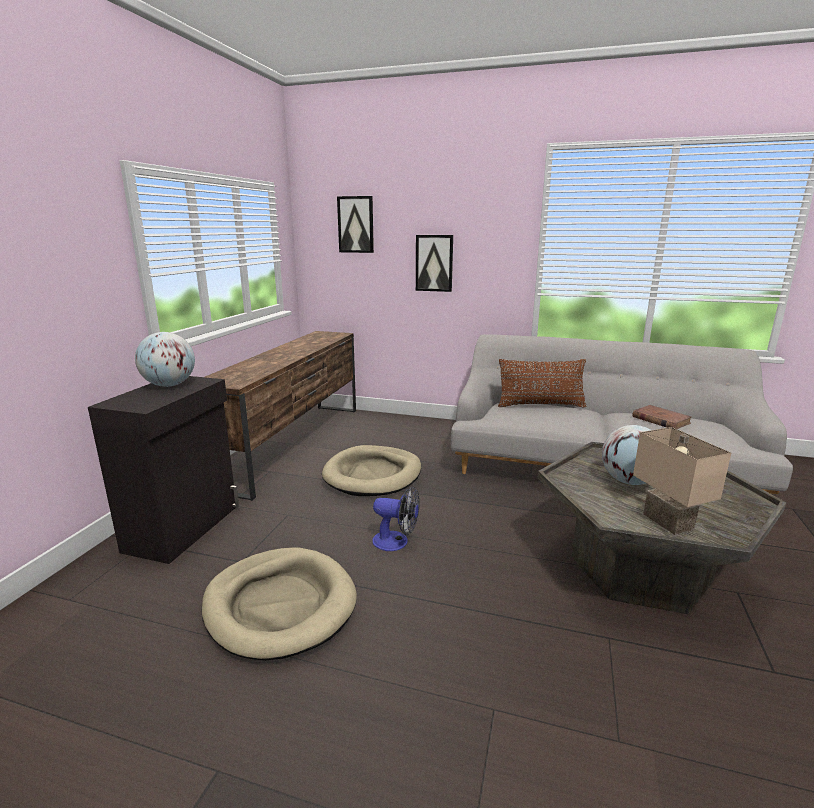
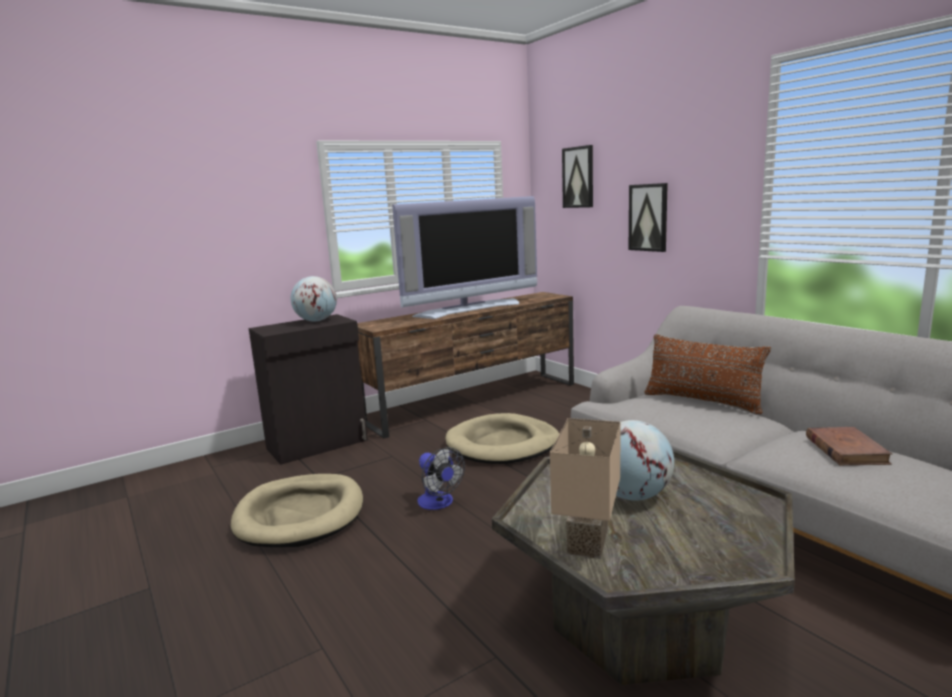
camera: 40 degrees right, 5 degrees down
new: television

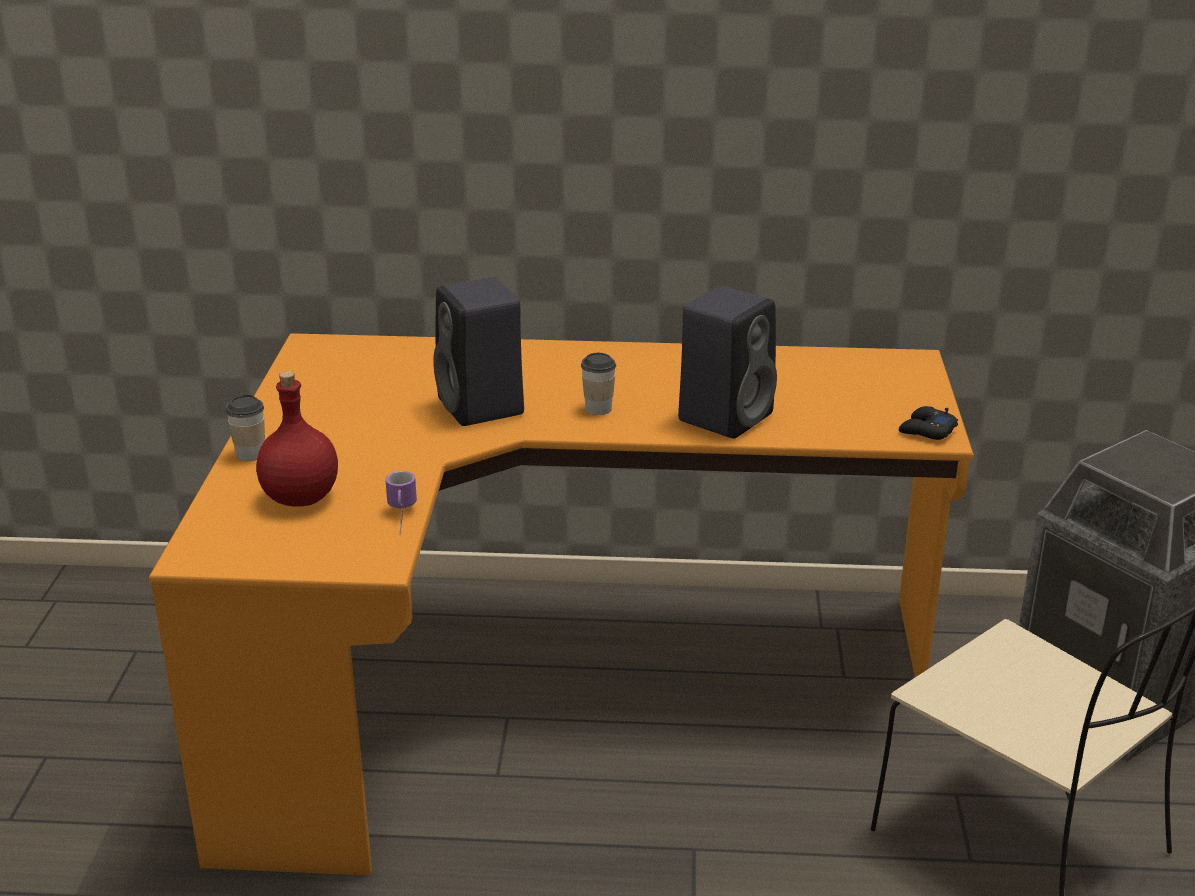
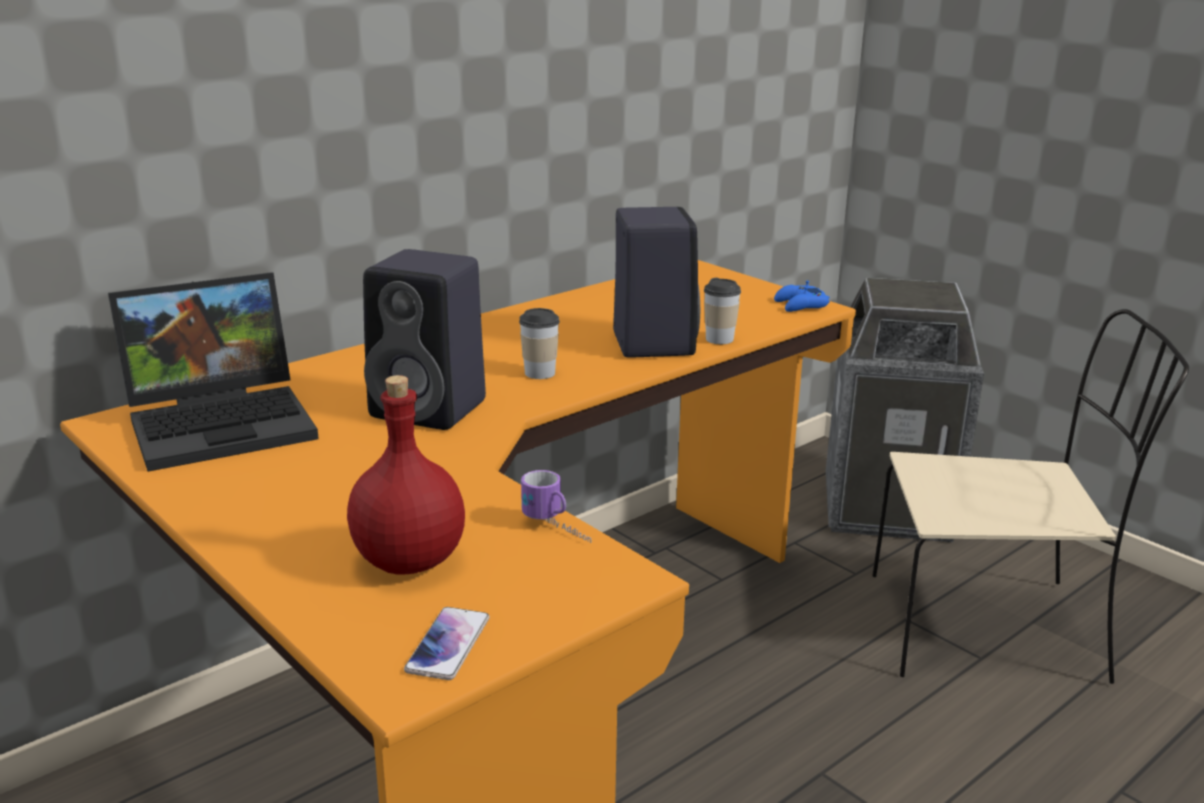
camera: 45 degrees left, 5 degrees down
new: laptop; phone
shifted: cup (no. 1 from left in the first image) to cup (no. 2 from left)
repainted: game controller/black to game controller/blue

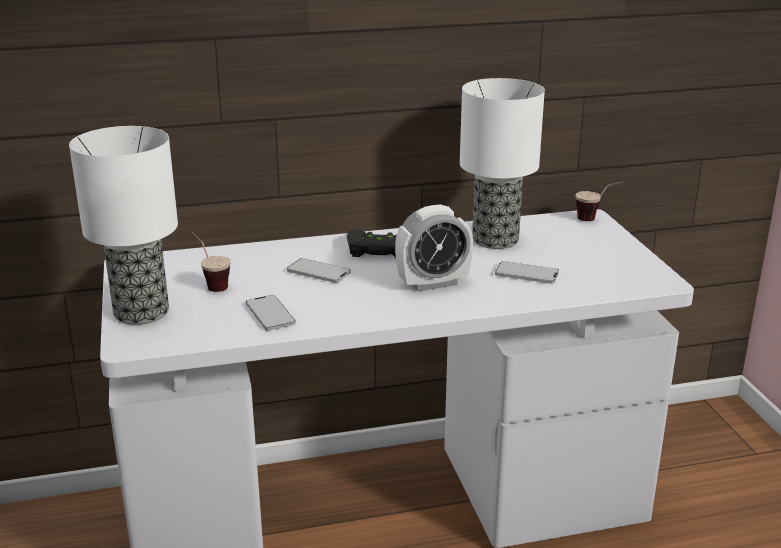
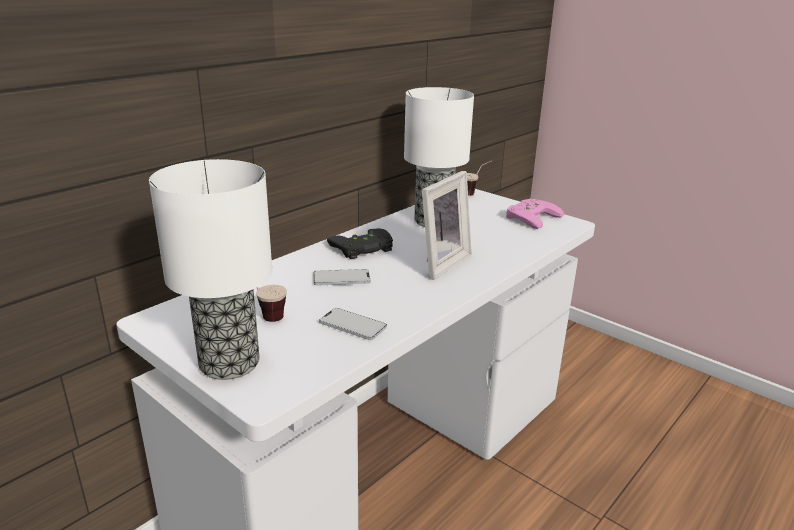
camera: 35 degrees left, 0 degrees up
gone: phone (no. 3 from left)
new: game controller/pink
swapped: alarm clock to picture frame

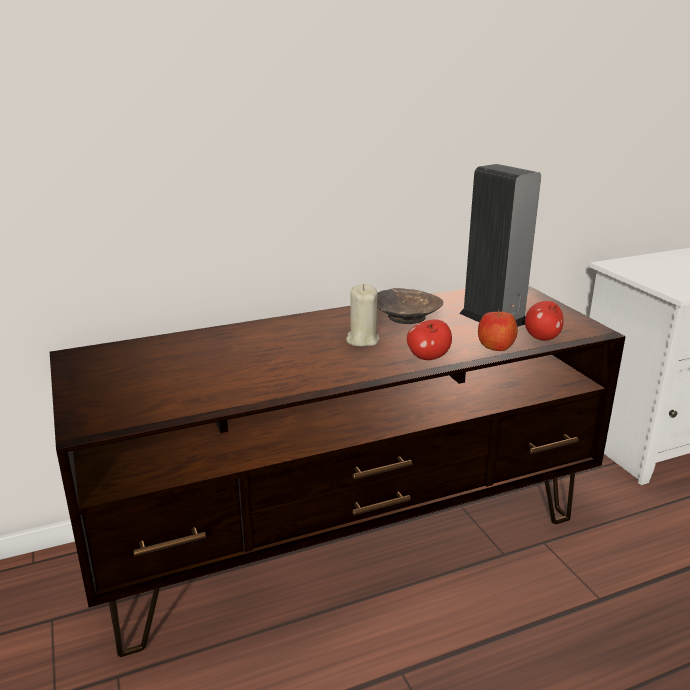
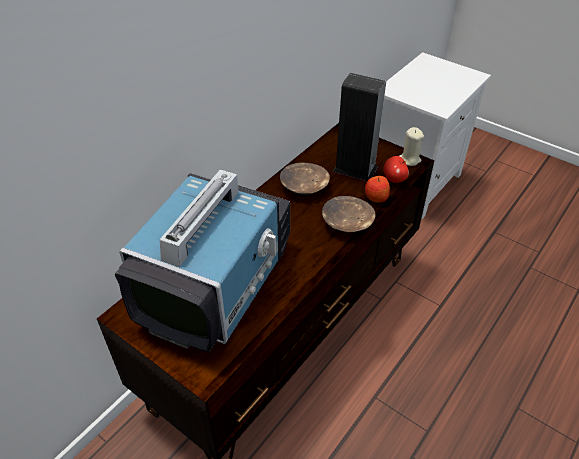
camera: 30 degrees left, 20 degrees up
new: television
shifted: candle/beige
swapped: apple (no. 1 from left) to bowl/brown (no. 2 from left)

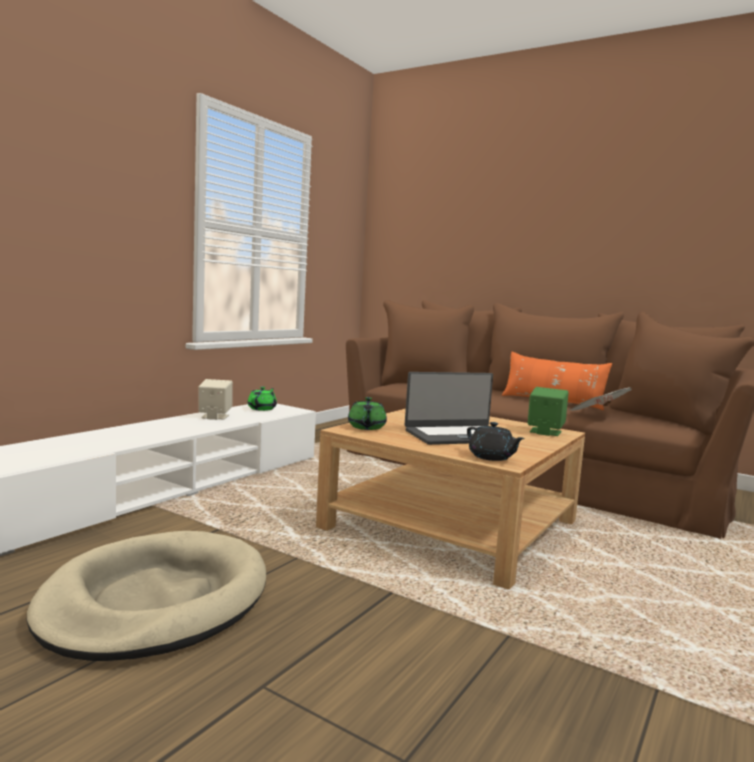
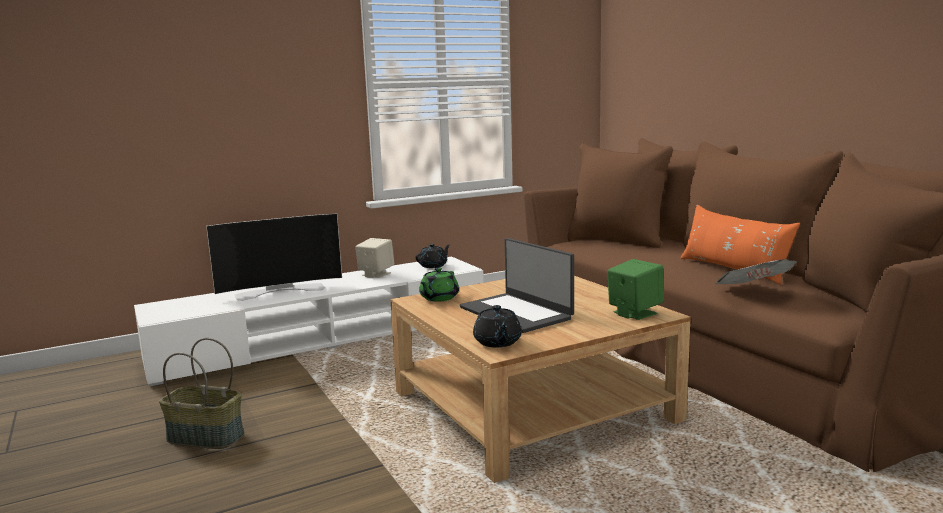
camera: 30 degrees right, 5 degrees up
new: television
swapped: dog bed/beige to basket
repainted: teapot/green (no. 1 from left) to teapot/black (no. 1 from left)
rotated: laptop 45 degrees clockwise

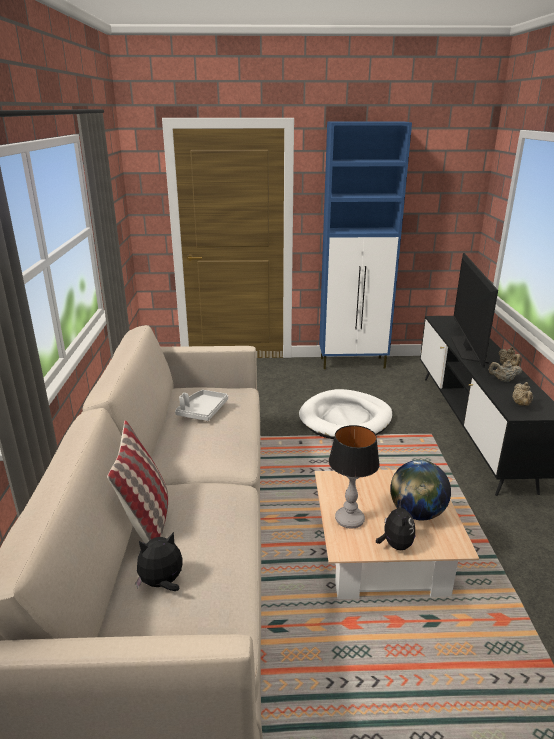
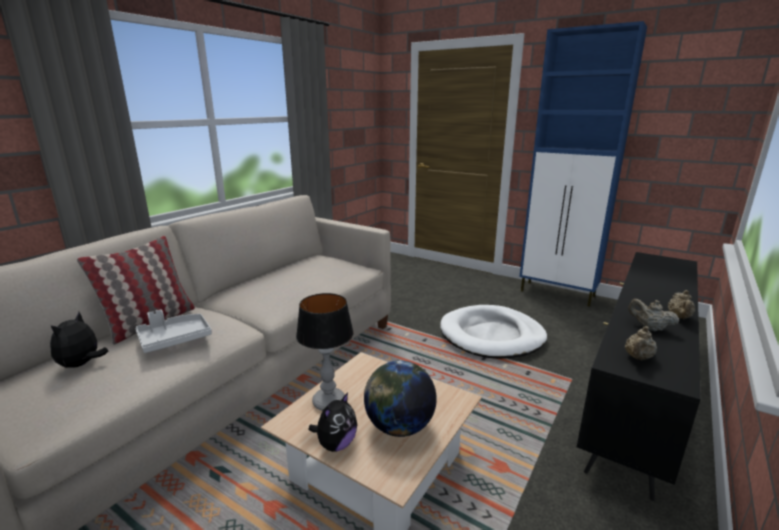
camera: 35 degrees right, 5 degrees down
gone: television
shifted: tray/grey
rotated: plush toy (no. 1 from left) 90 degrees counterclockwise

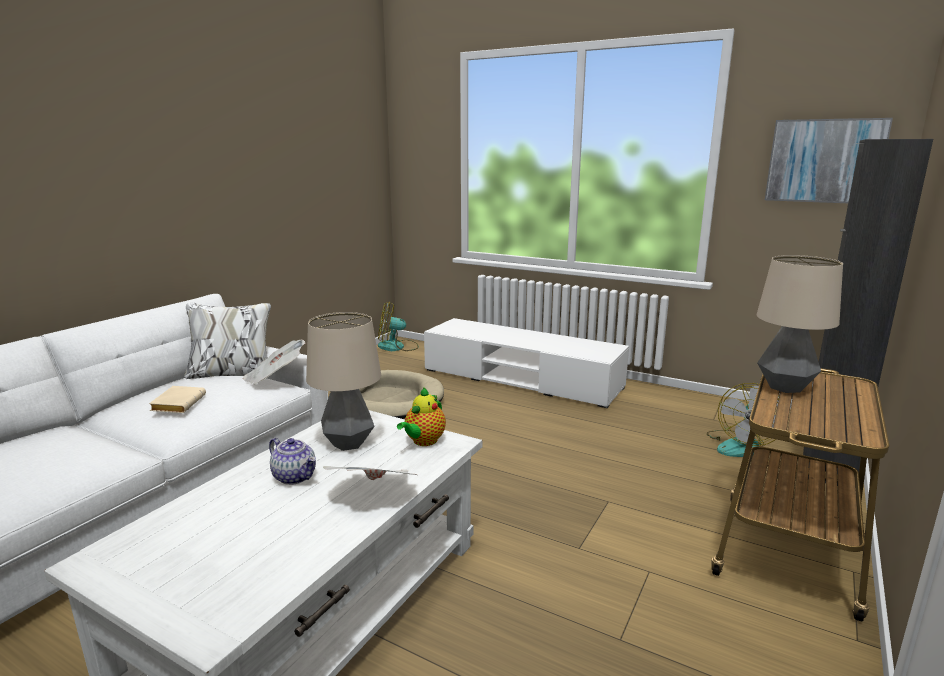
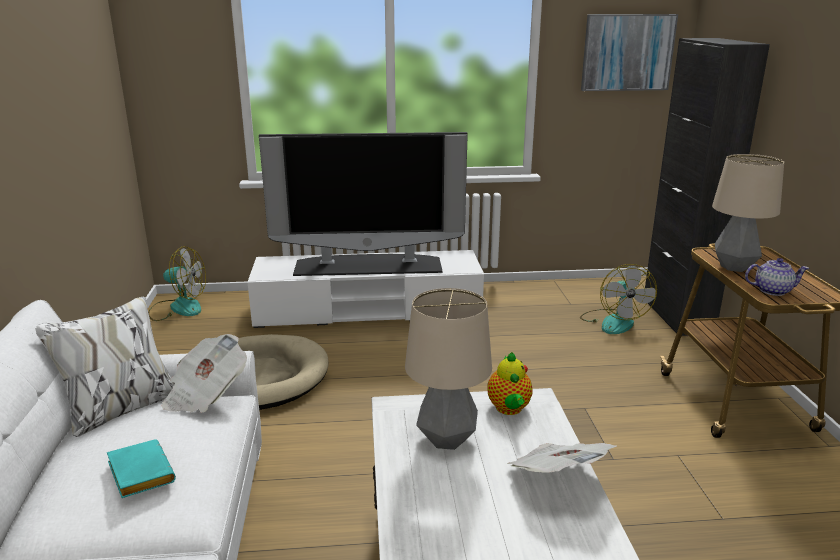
camera: 35 degrees left, 5 degrees up
new: television
shifted: teapot (no. 1 from left in the first image) to teapot (no. 2 from left)
repainted: book/beige to book/turquoise
rotated: fan (no. 1 from left) 135 degrees counterclockwise

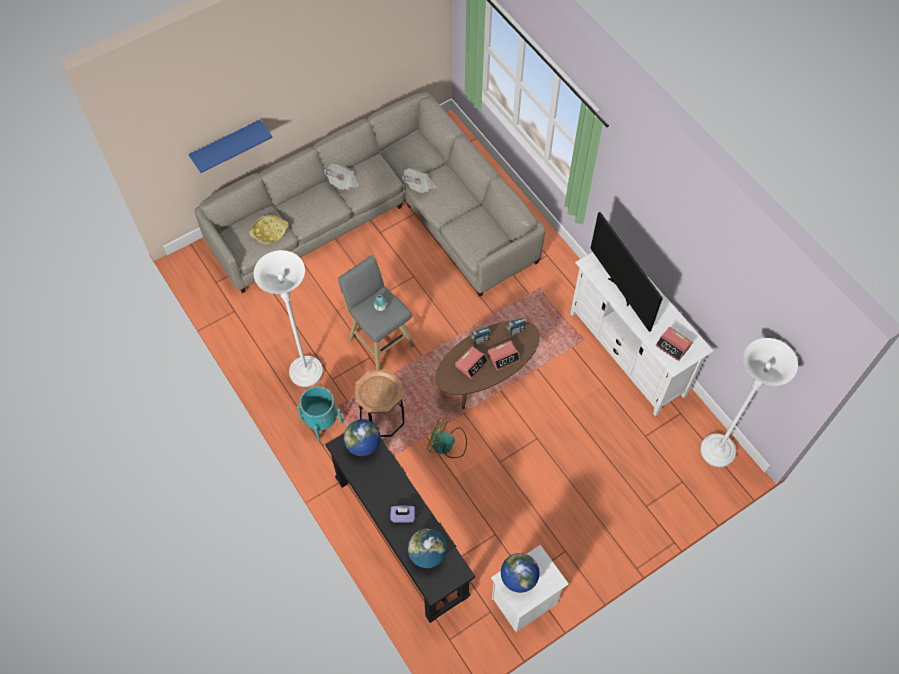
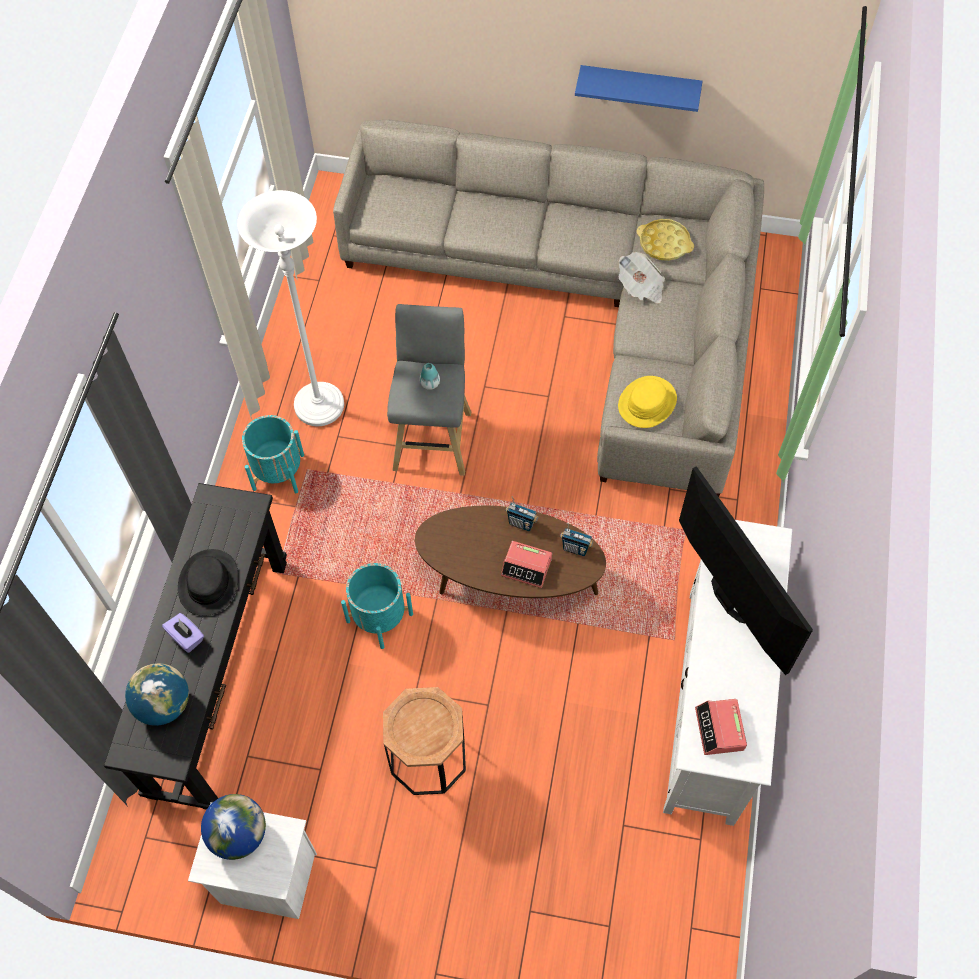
camera: 45 degrees right, 0 degrees up
gone: newspaper (no. 1 from left); globe (no. 1 from left); alarm clock (no. 1 from left); floor lamp/white (no. 2 from left)
new: hat/black; hat/yellow
shifted: side table/brown; shelf/blue; tray/yellow
swapped: fan to planter/turquoise (no. 2 from left)
rotated: television 135 degrees clockwise

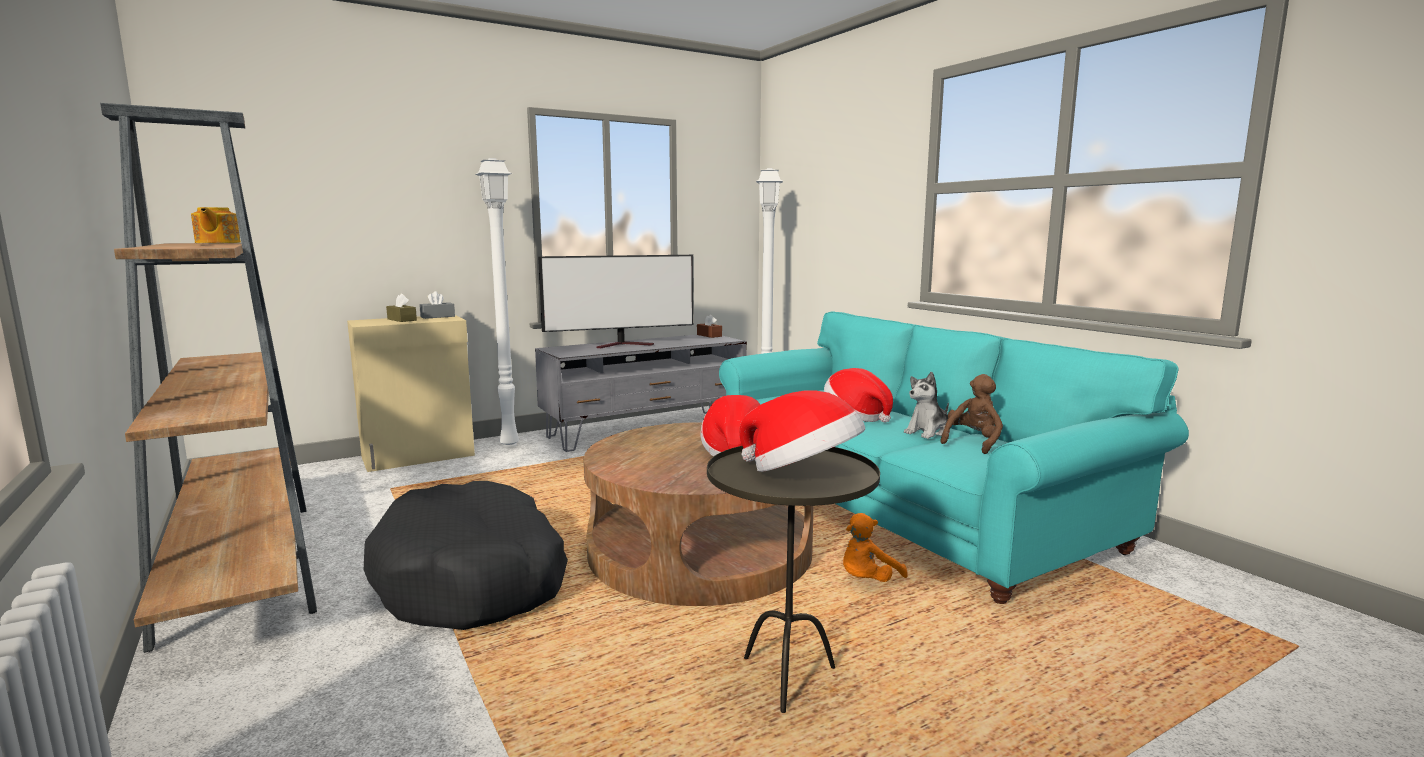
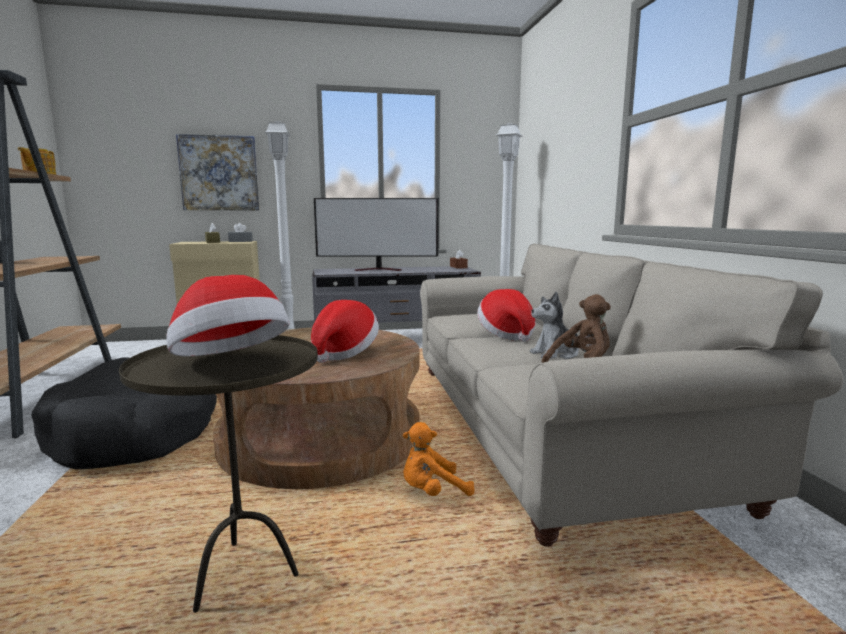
camera: 20 degrees right, 0 degrees up
new: picture
repainted: sofa/turquoise to sofa/beige

